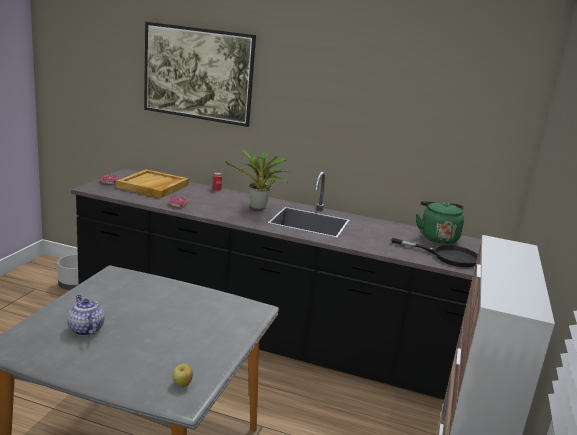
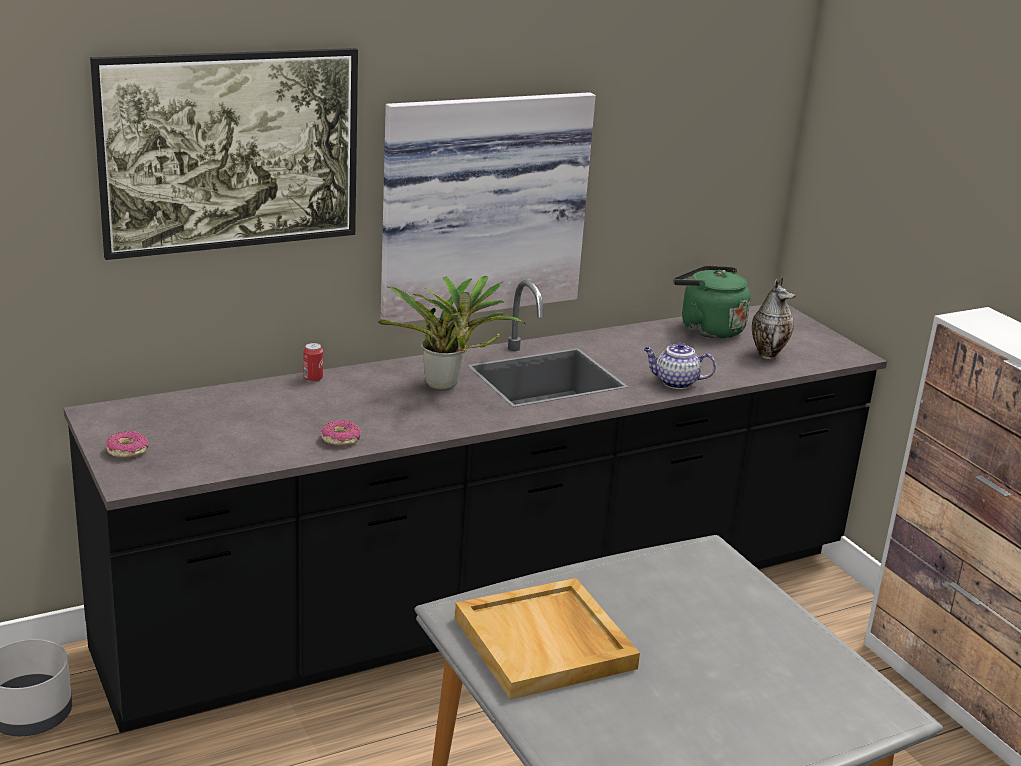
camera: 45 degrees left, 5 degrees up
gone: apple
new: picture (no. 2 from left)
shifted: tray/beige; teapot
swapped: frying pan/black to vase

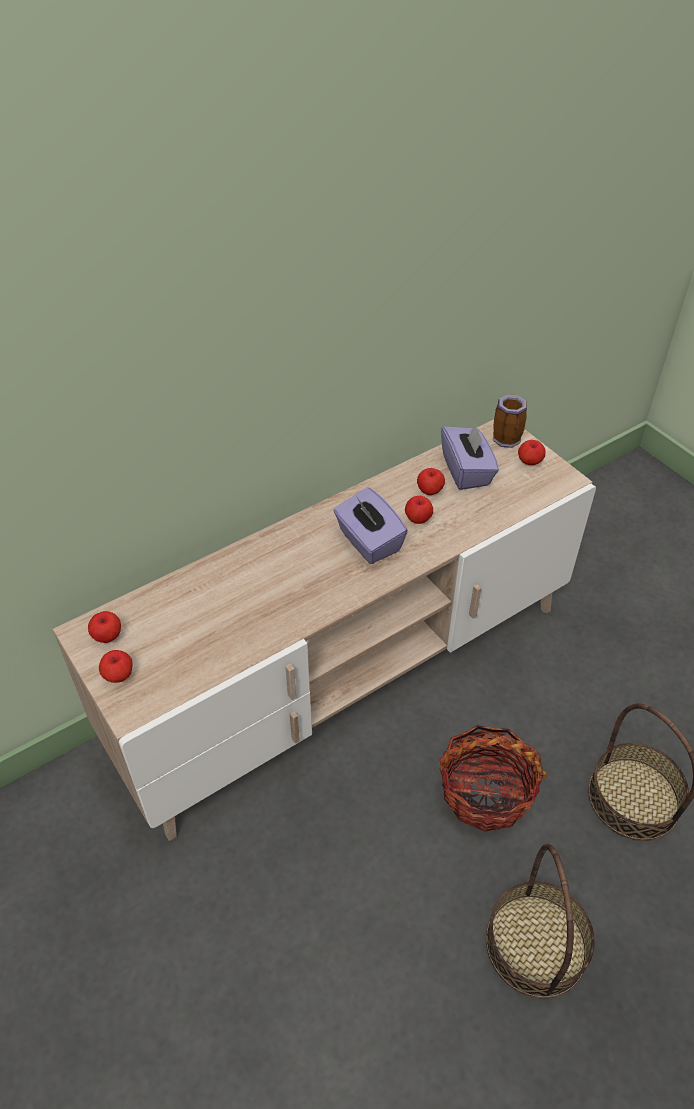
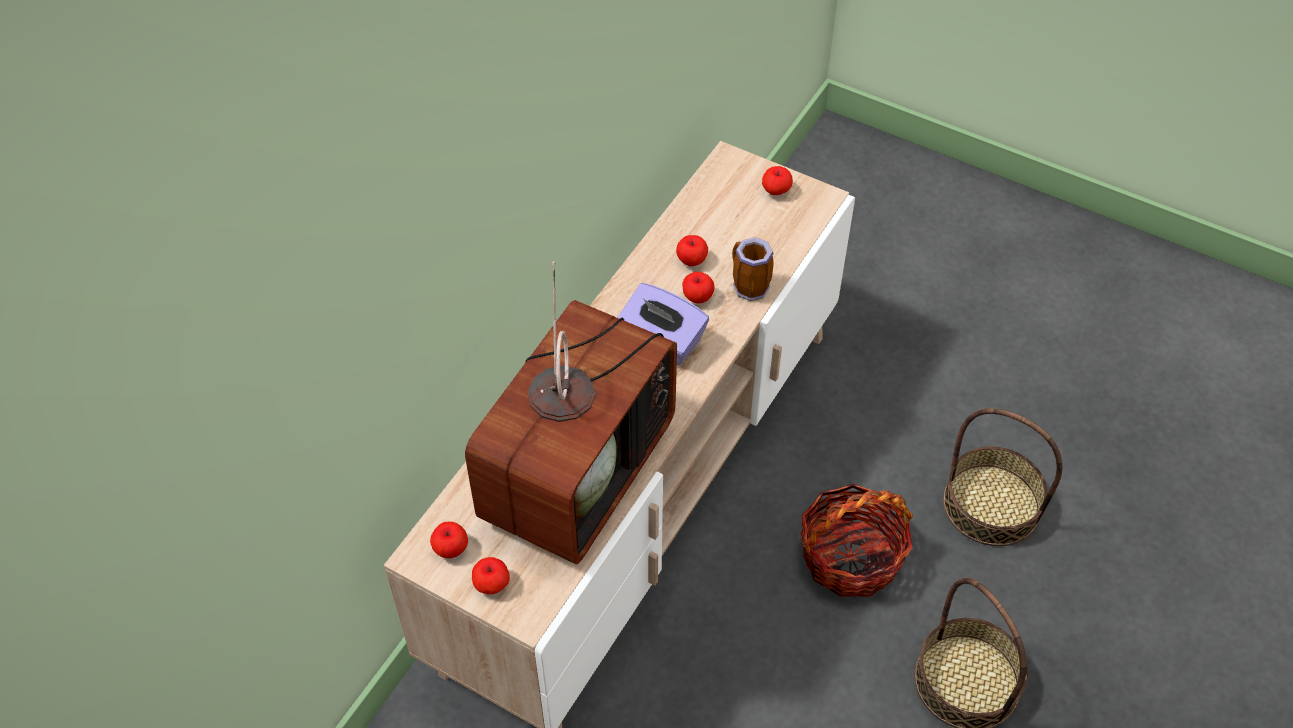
camera: 25 degrees left, 5 degrees up
gone: tissue box/purple (no. 2 from left)
new: television
shifted: mug

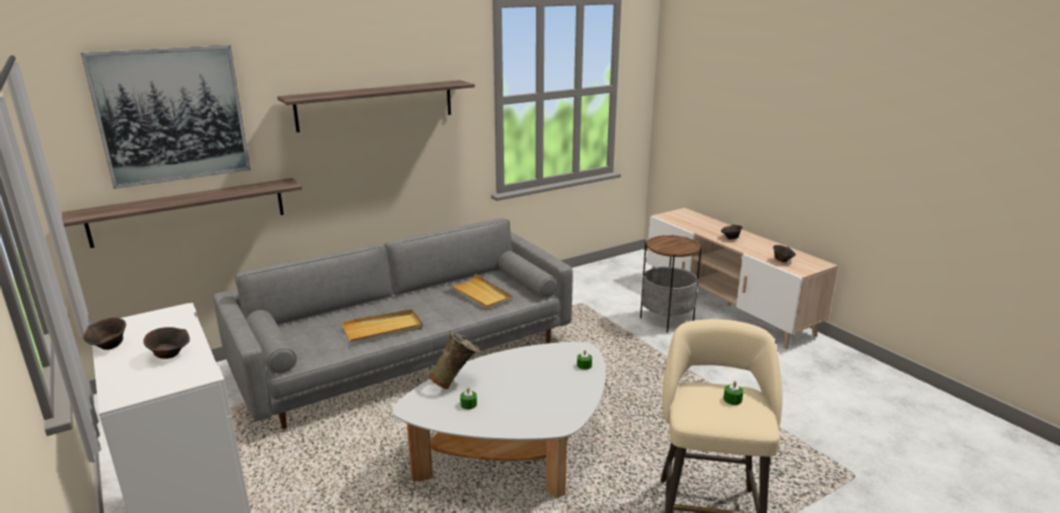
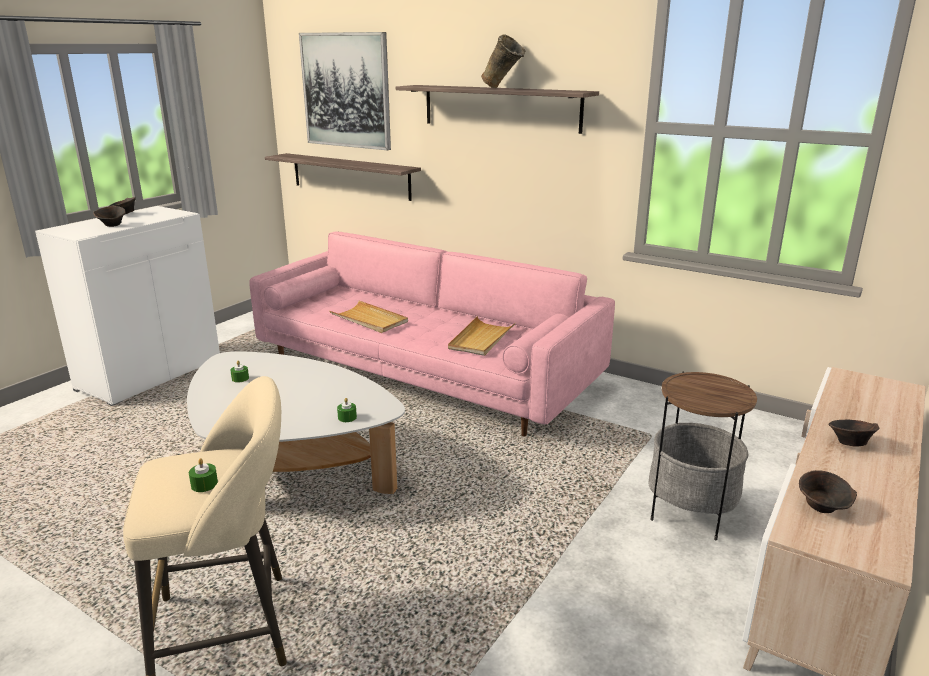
camera: 65 degrees right, 0 degrees up
shifted: vase/beige
repainted: sofa/grey to sofa/pink

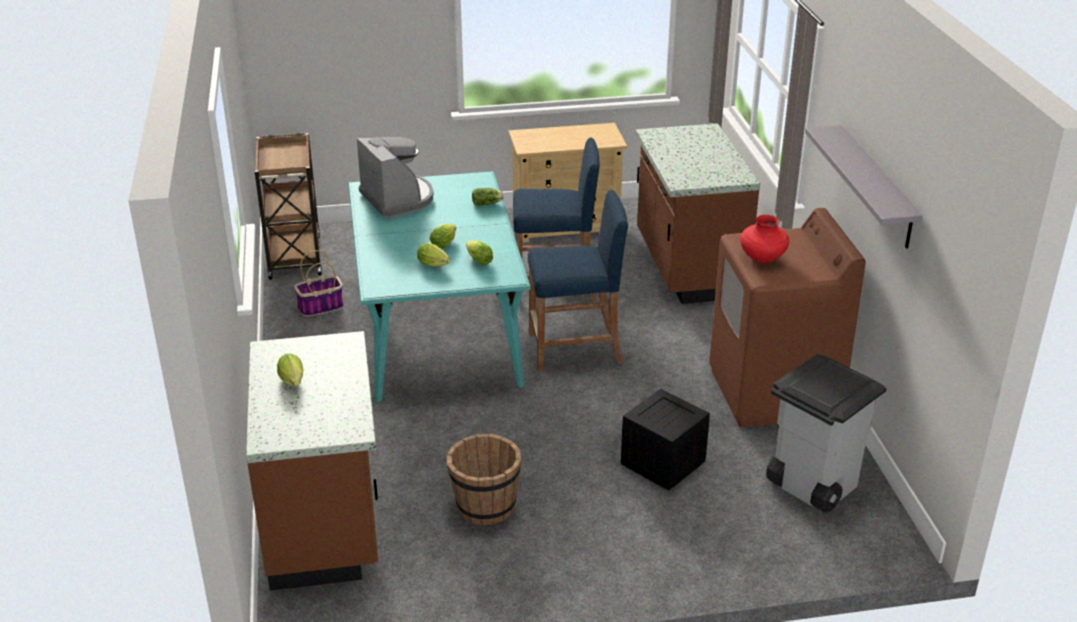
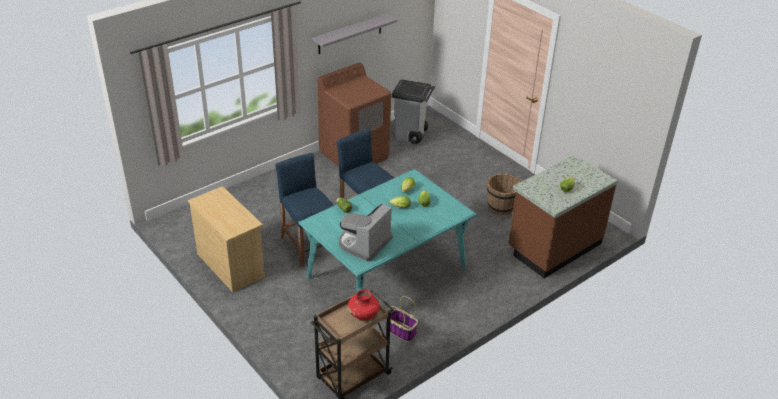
camera: 120 degrees left, 5 degrees up
gone: crate; counter/brown (no. 2 from left)
shifted: vase/red

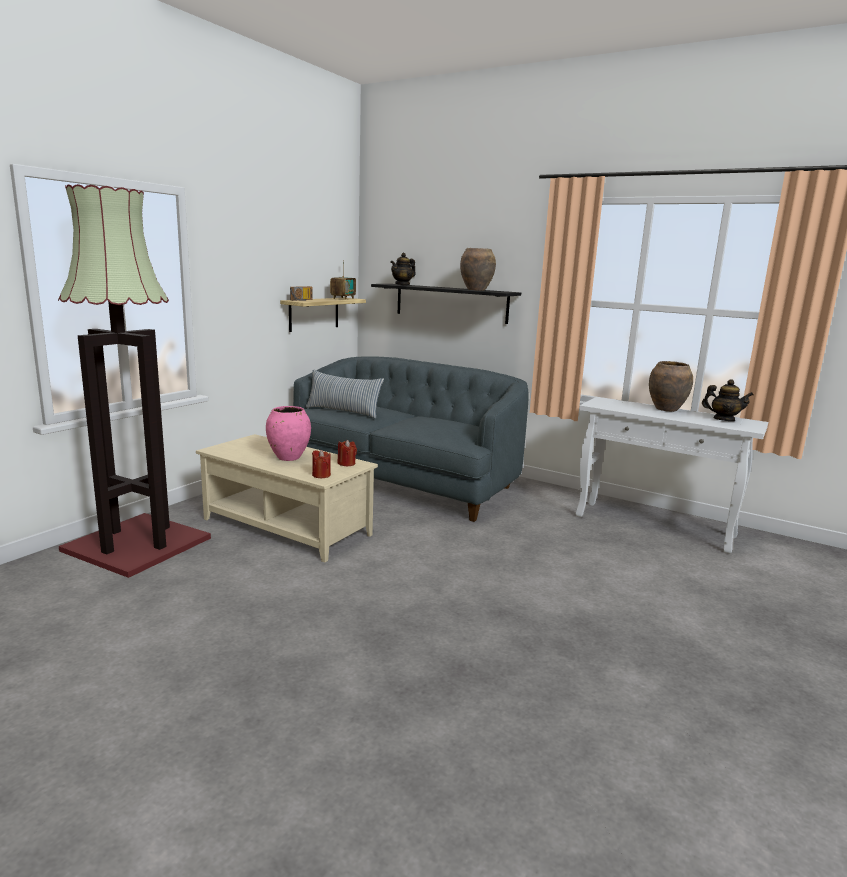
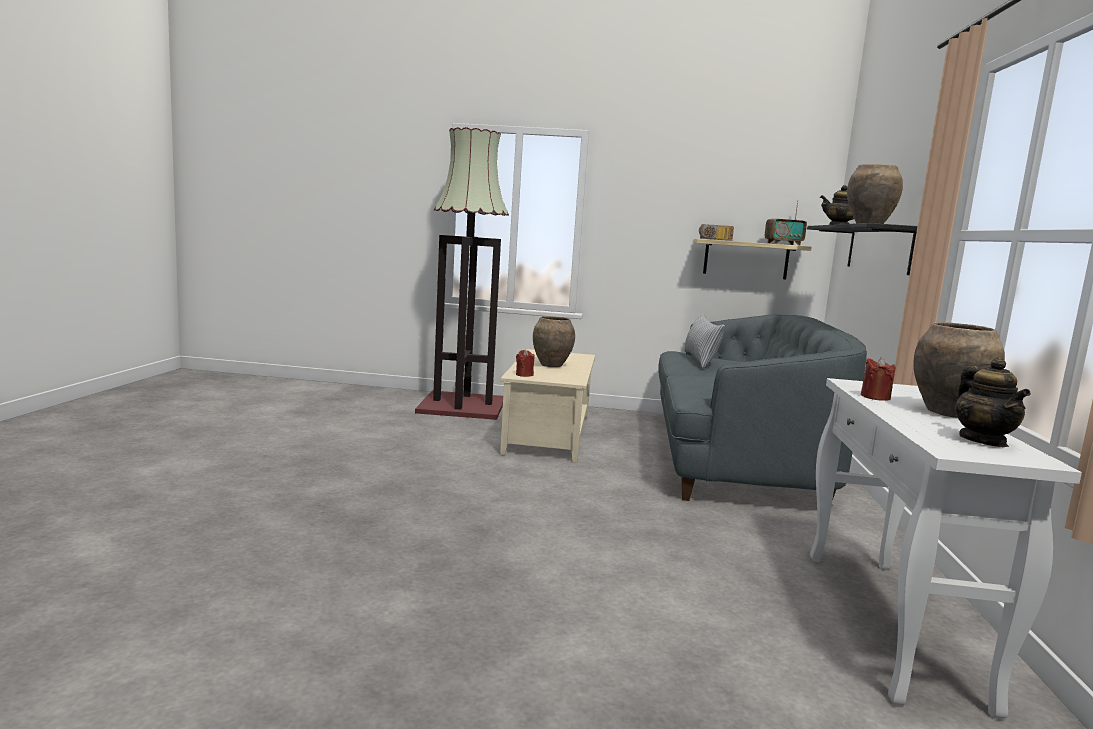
camera: 65 degrees right, 5 degrees down
shifted: candle/red (no. 2 from left)
repainted: vase/pink to vase/brown (no. 1 from left)

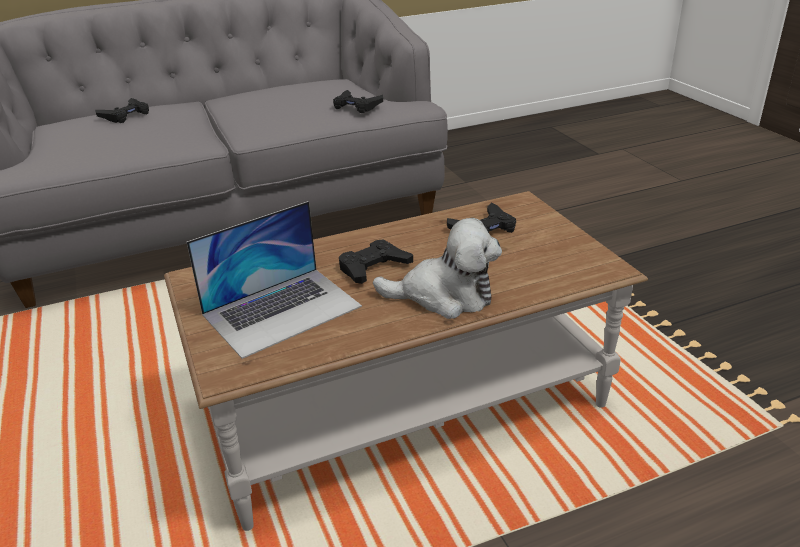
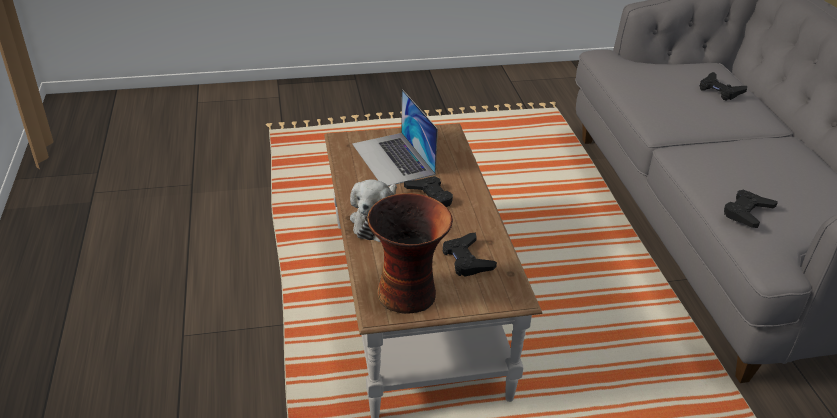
camera: 100 degrees right, 5 degrees up
new: vase

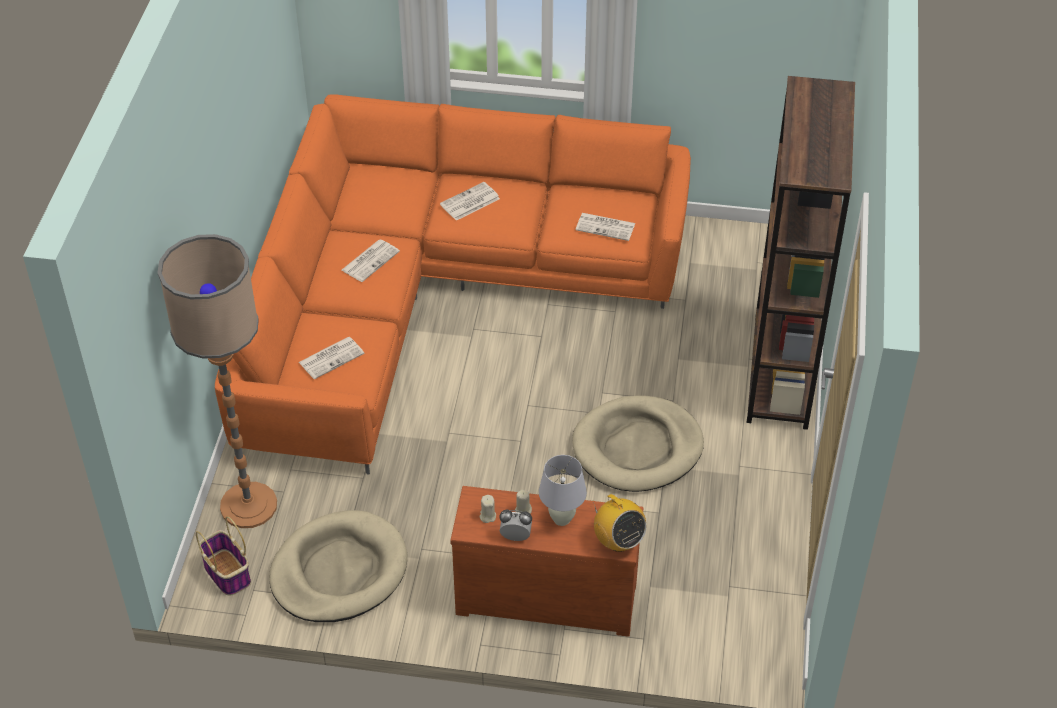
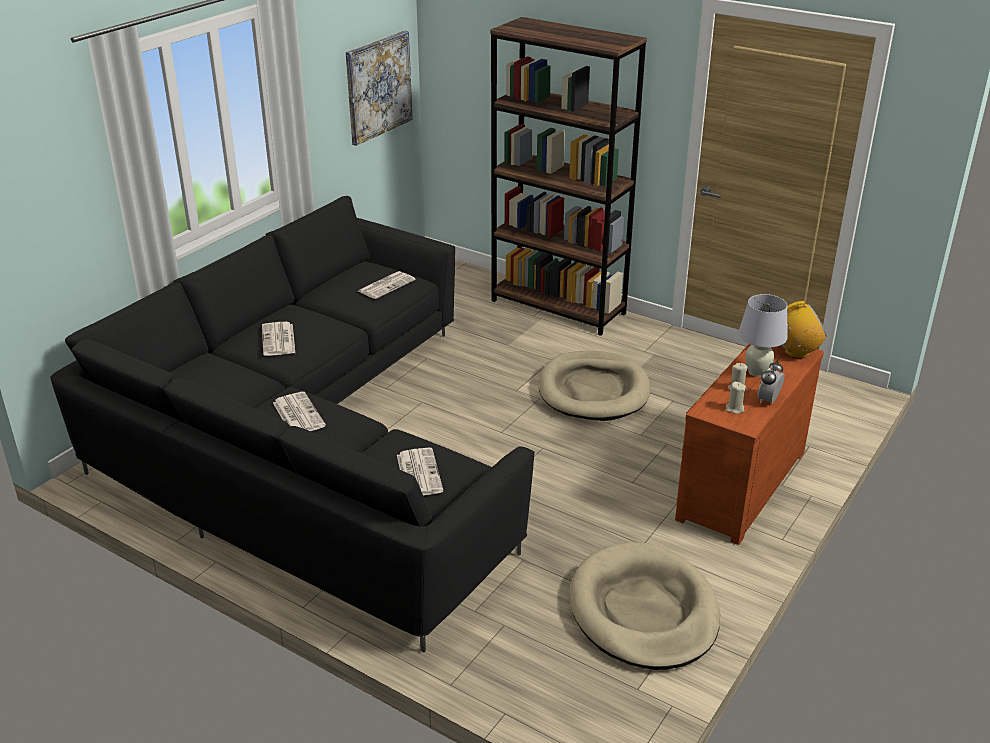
camera: 65 degrees left, 15 degrees down
gone: floor lamp; basket
new: picture
repainted: sofa/orange to sofa/black

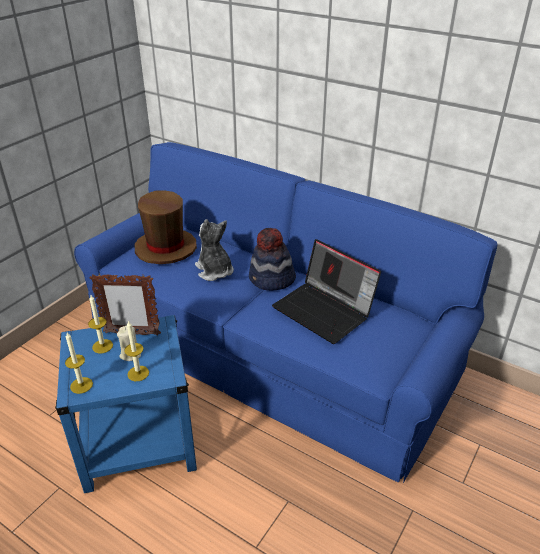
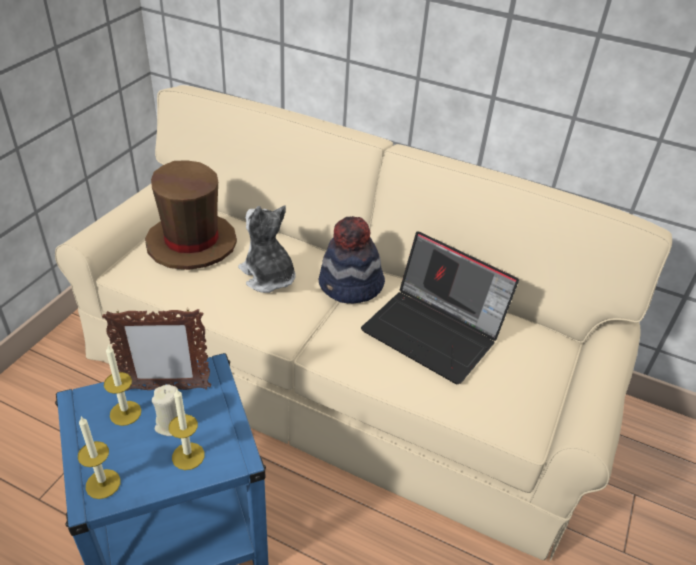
camera: 10 degrees left, 5 degrees up
repainted: sofa/blue to sofa/beige

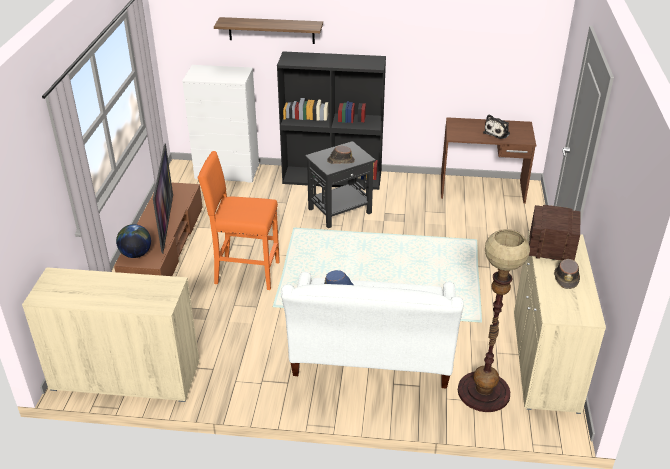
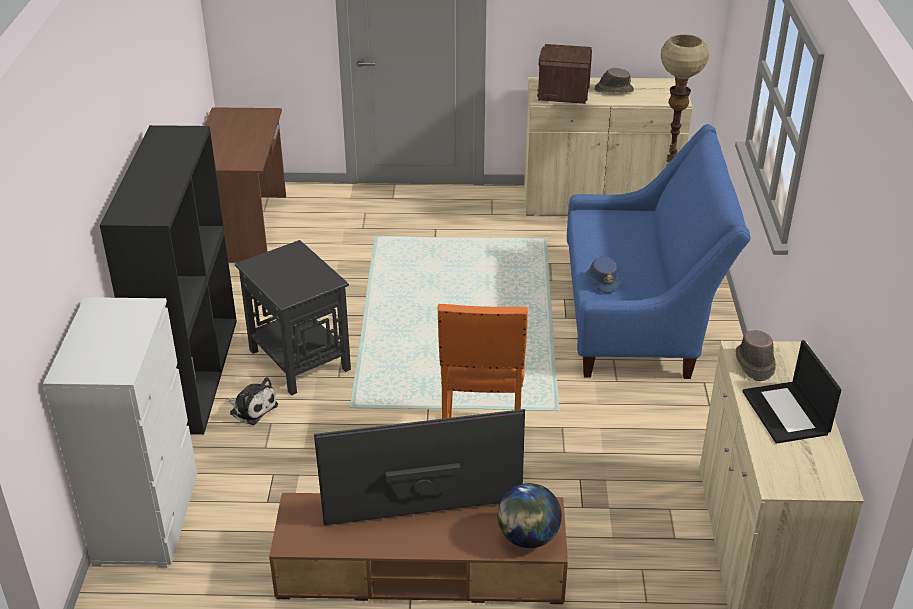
camera: 95 degrees left, 0 degrees up
gone: shelf
new: laptop
shifted: plush toy; hat/brown (no. 1 from left in the first image) to hat/brown (no. 2 from left)
repainted: sofa/white to sofa/blue

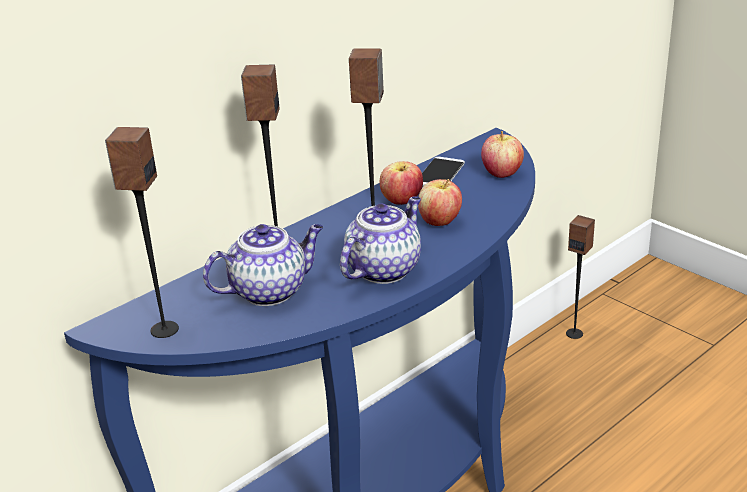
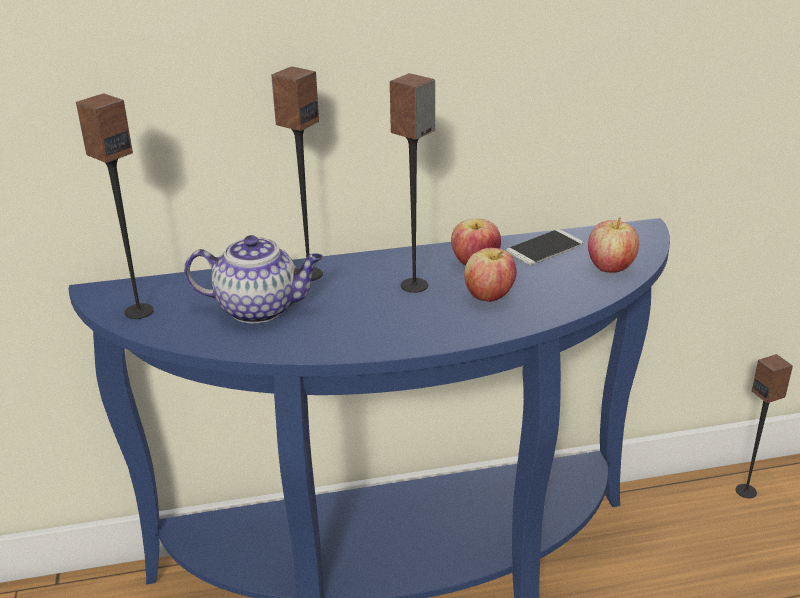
camera: 30 degrees right, 0 degrees up
gone: teapot (no. 2 from left)

